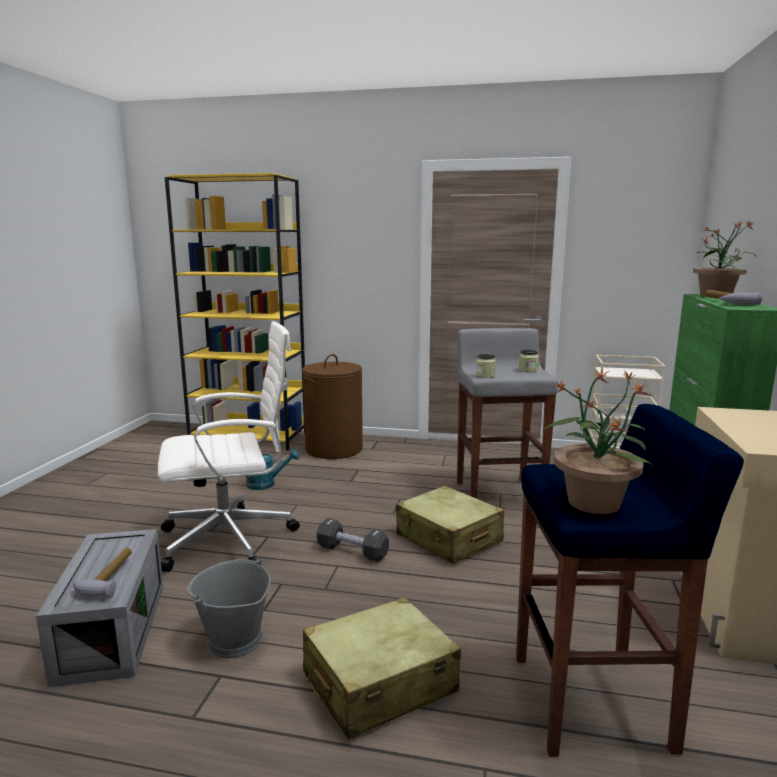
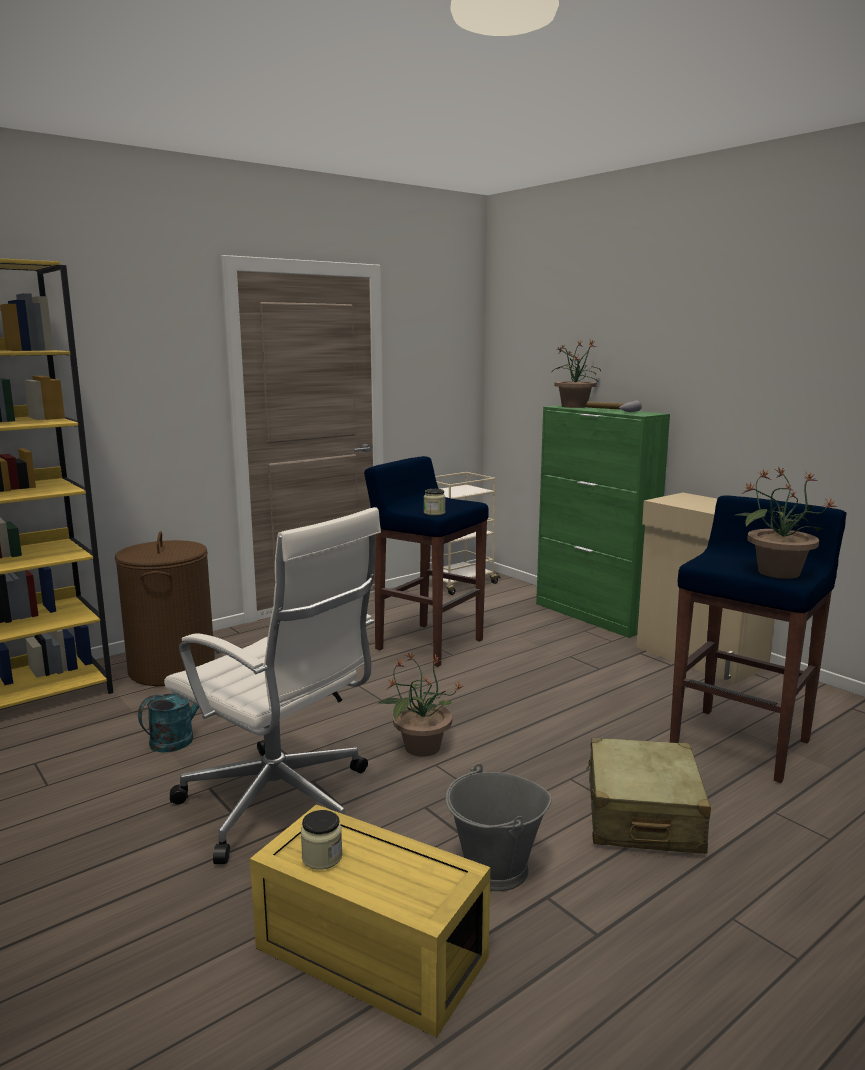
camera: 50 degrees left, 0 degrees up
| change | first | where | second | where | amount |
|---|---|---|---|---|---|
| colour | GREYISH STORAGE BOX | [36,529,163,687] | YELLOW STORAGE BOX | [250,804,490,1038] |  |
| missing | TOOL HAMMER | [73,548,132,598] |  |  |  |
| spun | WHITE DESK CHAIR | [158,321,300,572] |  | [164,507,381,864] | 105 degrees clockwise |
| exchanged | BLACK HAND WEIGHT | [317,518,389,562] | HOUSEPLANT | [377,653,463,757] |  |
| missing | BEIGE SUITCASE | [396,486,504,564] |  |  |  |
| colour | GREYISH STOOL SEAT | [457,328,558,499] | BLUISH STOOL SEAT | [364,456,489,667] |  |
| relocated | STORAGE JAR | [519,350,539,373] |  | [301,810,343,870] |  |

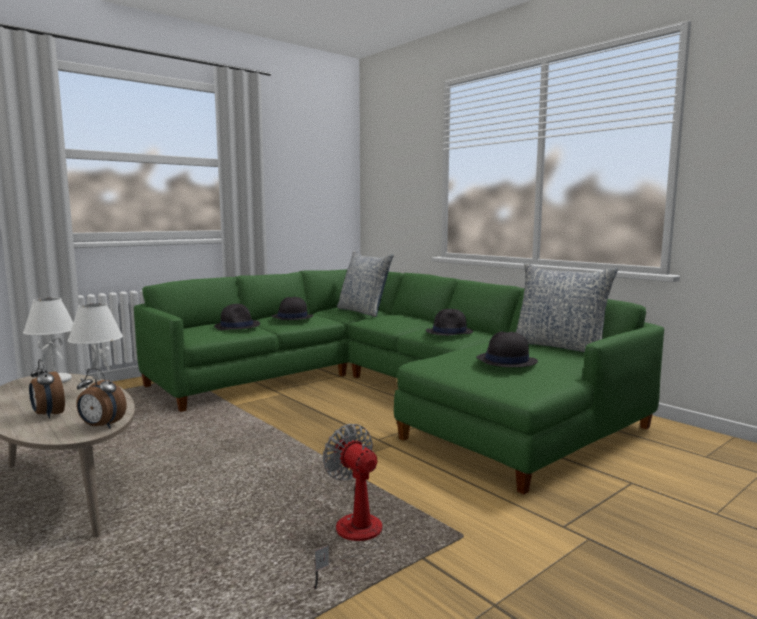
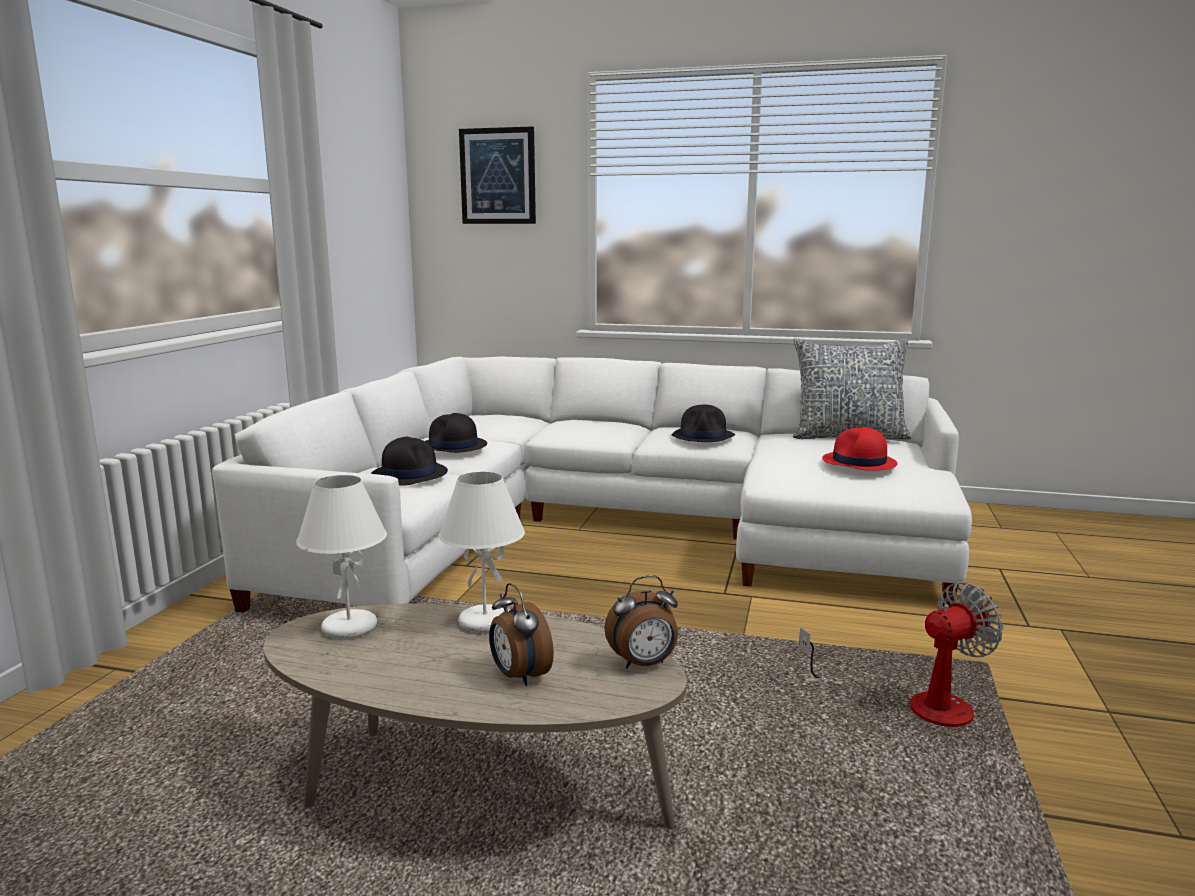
camera: 35 degrees left, 5 degrees up
| change | first | where | second | where | amount |
|---|---|---|---|---|---|
| spun | TABLE CLOCK | [29,359,65,419] |  | [489,583,554,686] | 45 degrees clockwise |
| colour | GREEN-COLOURED SOFA | [134,269,664,495] | WHITE SOFA | [212,356,972,613] |  |
| spun | ELECTRIC FAN | [314,424,382,589] |  | [799,582,1003,727] | 135 degrees clockwise |
| missing | PILLOW | [337,251,394,317] |  |  |  |
| colour | BLACK CLOTHING HAT | [476,331,538,367] | RED-COLOURED CLOTHING HAT | [822,427,898,471] |  |
| appeared |  |  | WALL ART | [459,126,536,224] |  |

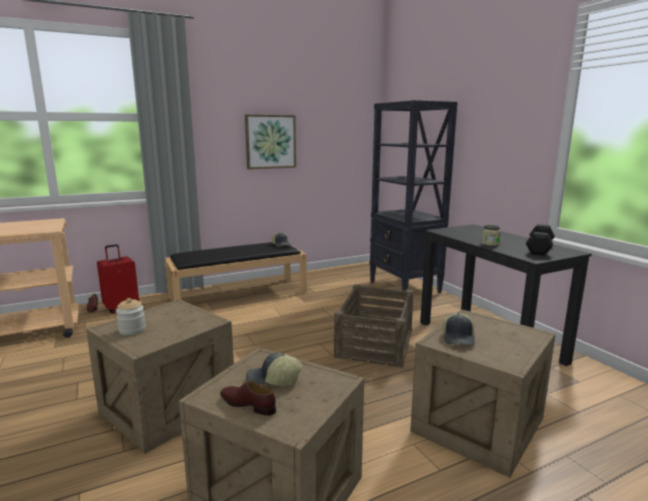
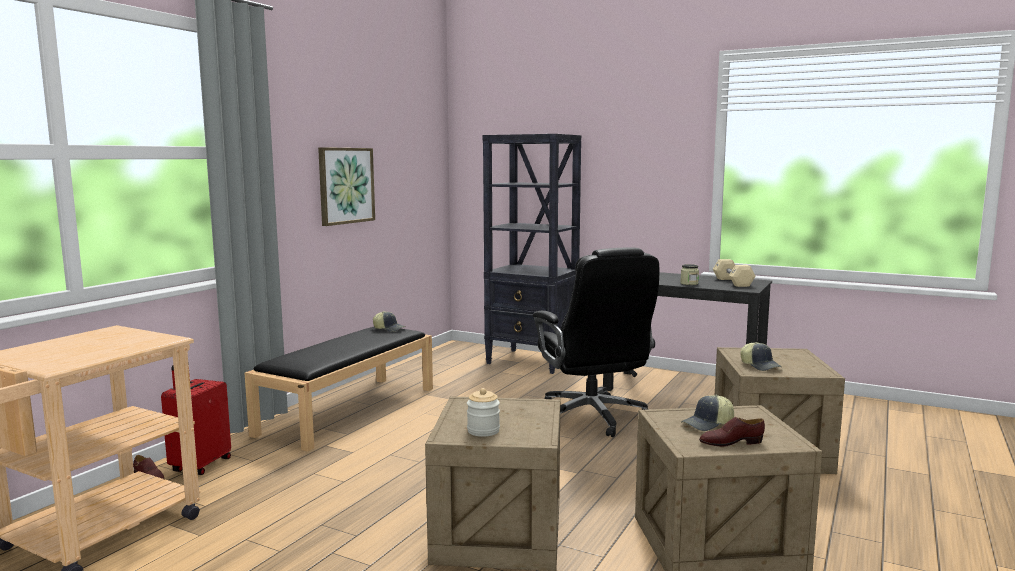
camera: 35 degrees left, 5 degrees down
| change | first | where | second | where | amount |
|---|---|---|---|---|---|
| exchanged | PACKING CRATE | [334,284,414,368] | BLACK DESK CHAIR | [533,247,659,437] |  |
| colour | BLACK HAND WEIGHT | [526,224,555,256] | BEIGE HAND WEIGHT | [713,259,755,287] |  |

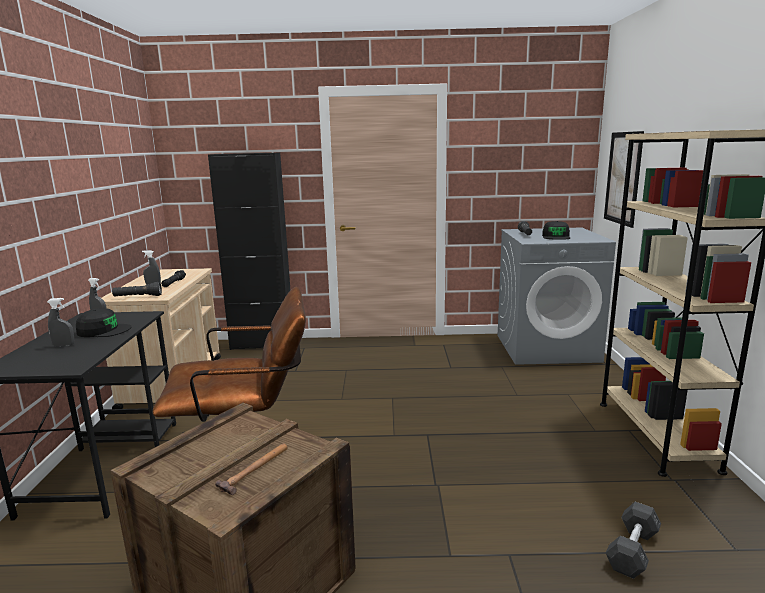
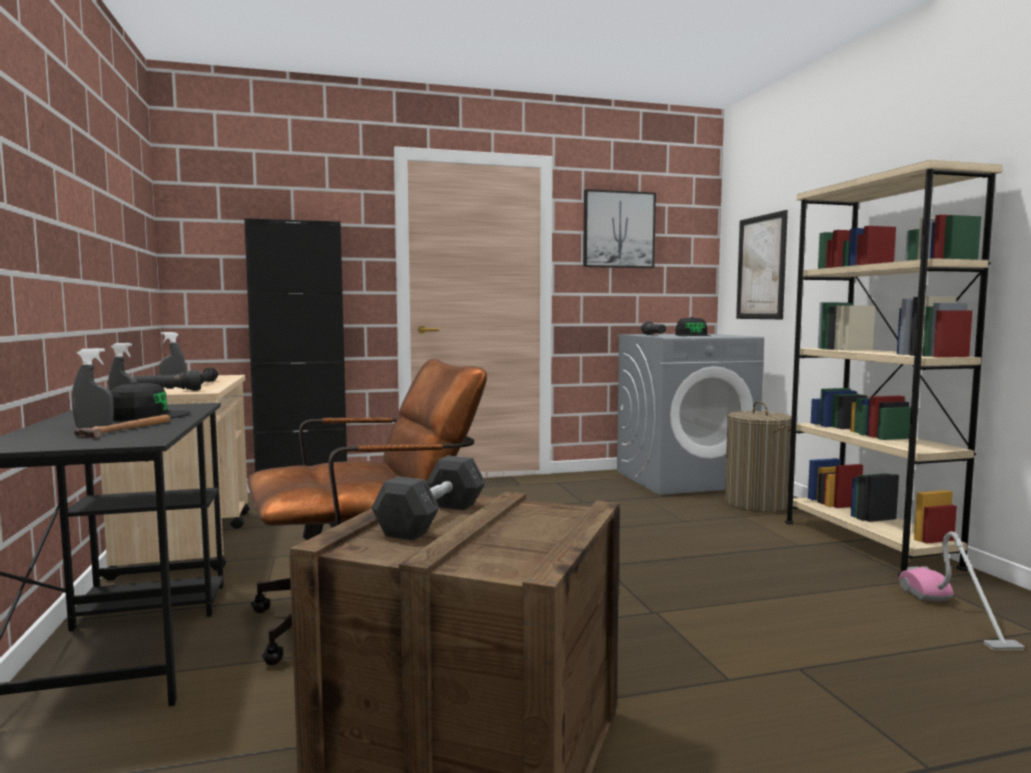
camera: 15 degrees left, 10 degrees down
| change | first | where | second | where | amount |
|---|---|---|---|---|---|
| relocated | TOOL HAMMER | [215,443,288,495] |  | [74,415,170,438] |  |
| relocated | GREYISH HAND WEIGHT | [606,502,661,579] |  | [371,456,486,540] |  |
| appeared |  |  | WALL ART | [583,189,656,268] |  |
| appeared |  |  | WASHING BASKET | [725,401,792,512] |  |
| appeared |  |  | VACUUM CLEANER | [899,531,1025,650] |  |

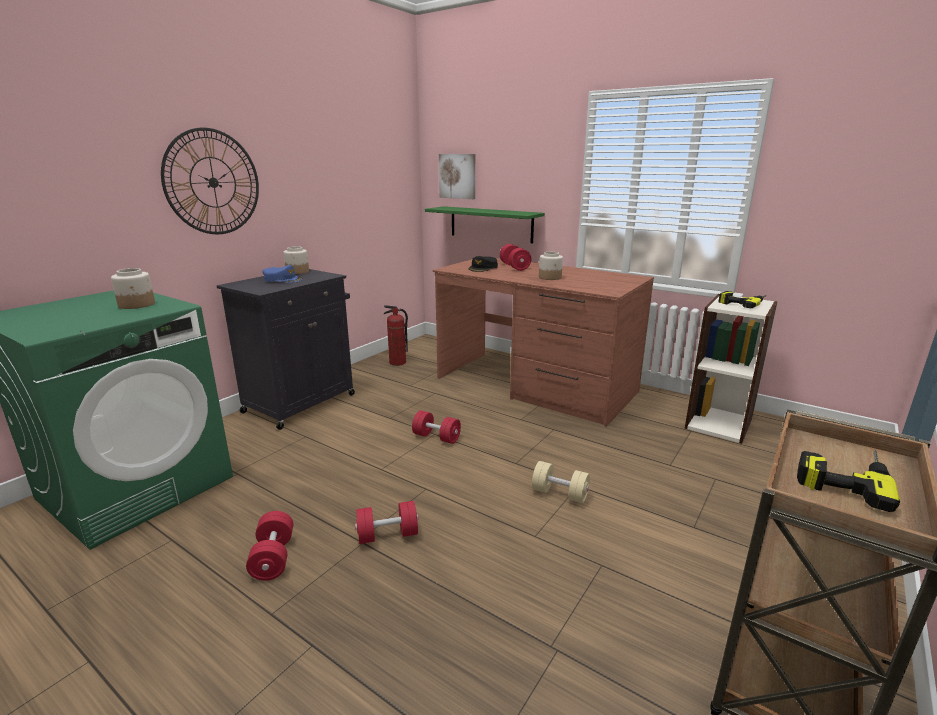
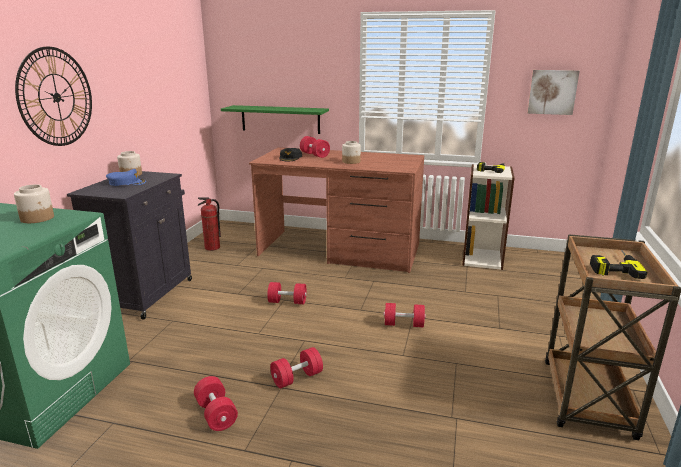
camera: 20 degrees left, 0 degrees up
| change | first | where | second | where | amount |
|---|---|---|---|---|---|
| relocated | WALL ART | [439,154,475,199] |  | [528,70,580,115] |  |
| colour | BEIGE HAND WEIGHT | [532,461,590,503] | RED-COLOURED HAND WEIGHT | [383,303,426,327] |  |

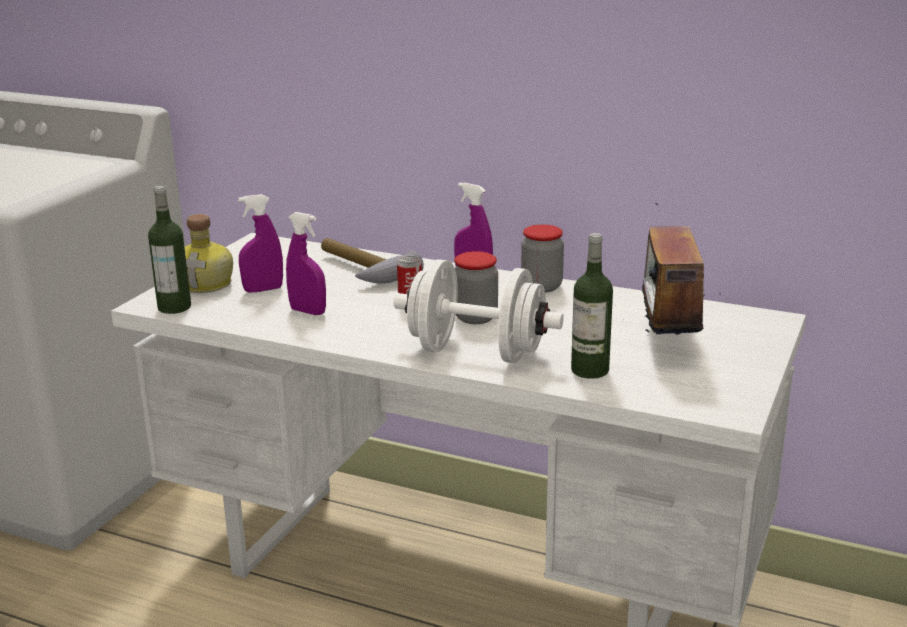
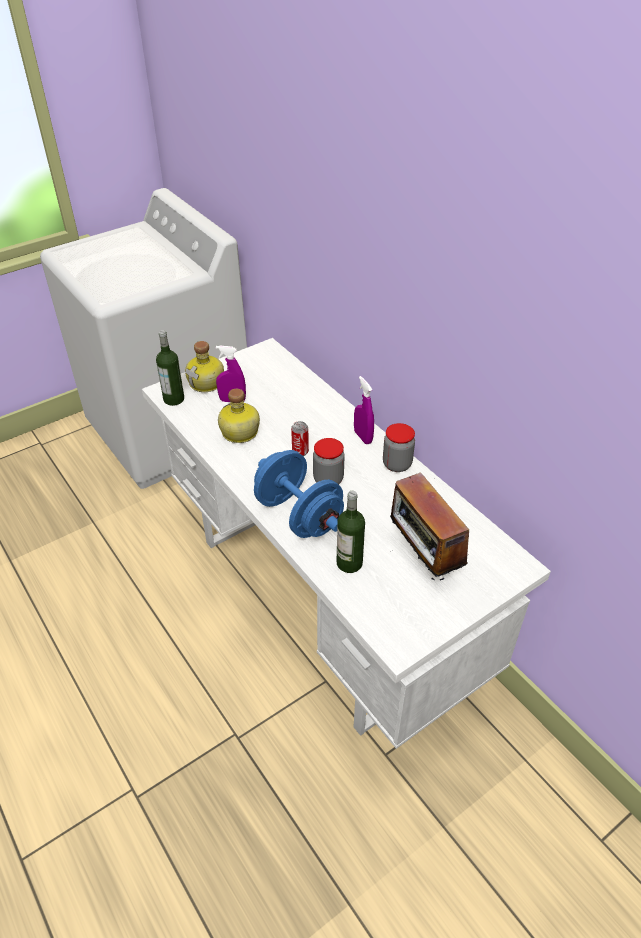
camera: 30 degrees right, 20 degrees up
| change | first | where | second | where | amount |
|---|---|---|---|---|---|
| exchanged | PURPLE HAND SPRAYER | [286,212,326,315] | BEVERAGE BOTTLE | [218,389,260,443] |  |
| missing | TOOL HAMMER | [321,238,424,284] |  |  |  |
| colour | WHITE HAND WEIGHT | [394,259,564,363] | BLUISH HAND WEIGHT | [254,450,344,538] |  |
| spun | RADIO SET | [615,203,721,335] |  | [390,472,469,583] | 60 degrees counterclockwise |

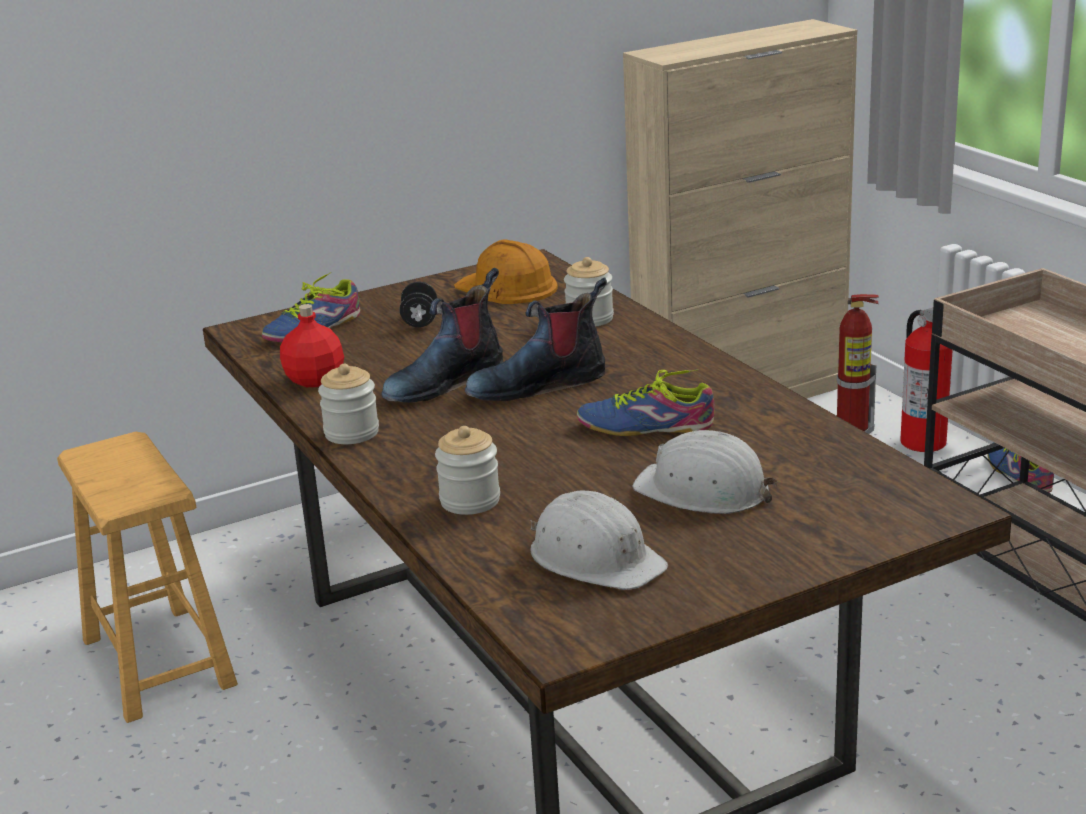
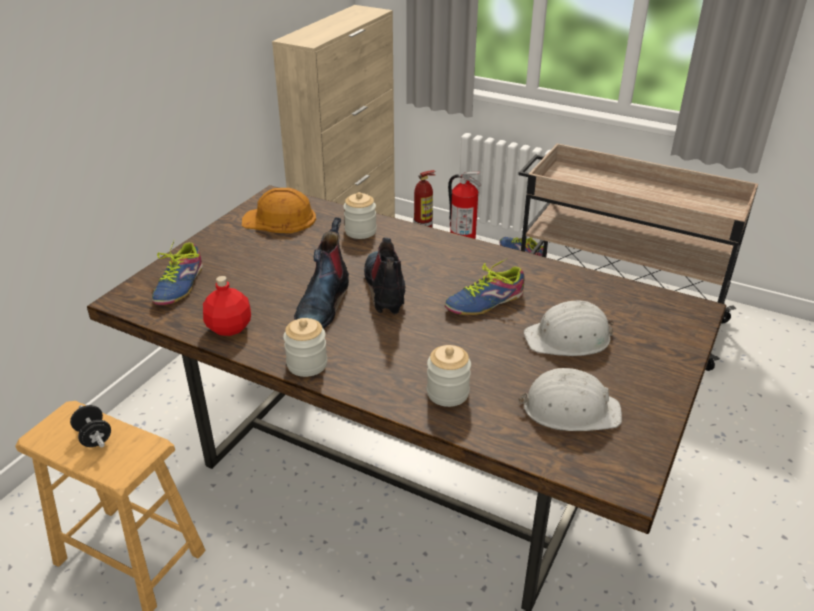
camera: 35 degrees left, 10 degrees up
| change | first | where | second | where | amount |
|---|---|---|---|---|---|
| relocated | BLACK HAND WEIGHT | [400,282,437,327] |  | [70,405,111,447] |  |
| spun | BOOT | [465,277,607,401] |  | [364,237,406,314] | 135 degrees clockwise |

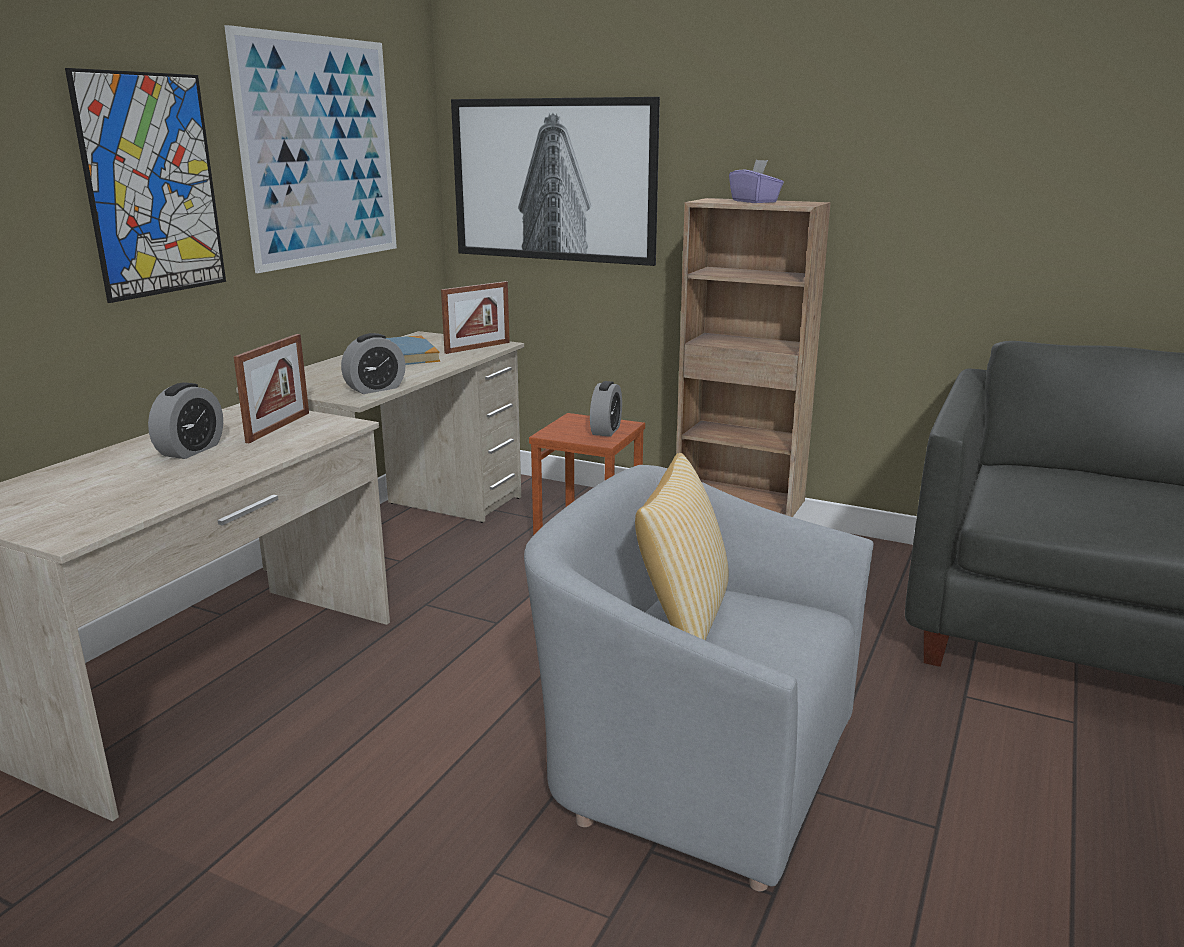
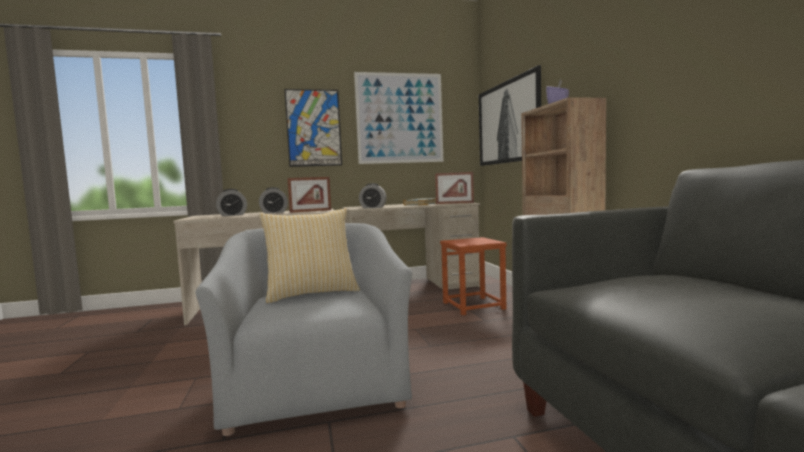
camera: 50 degrees right, 15 degrees down
| change | first | where | second | where | amount |
|---|---|---|---|---|---|
| relocated | TABLE CLOCK | [590,381,622,437] |  | [216,189,247,216] |  |

